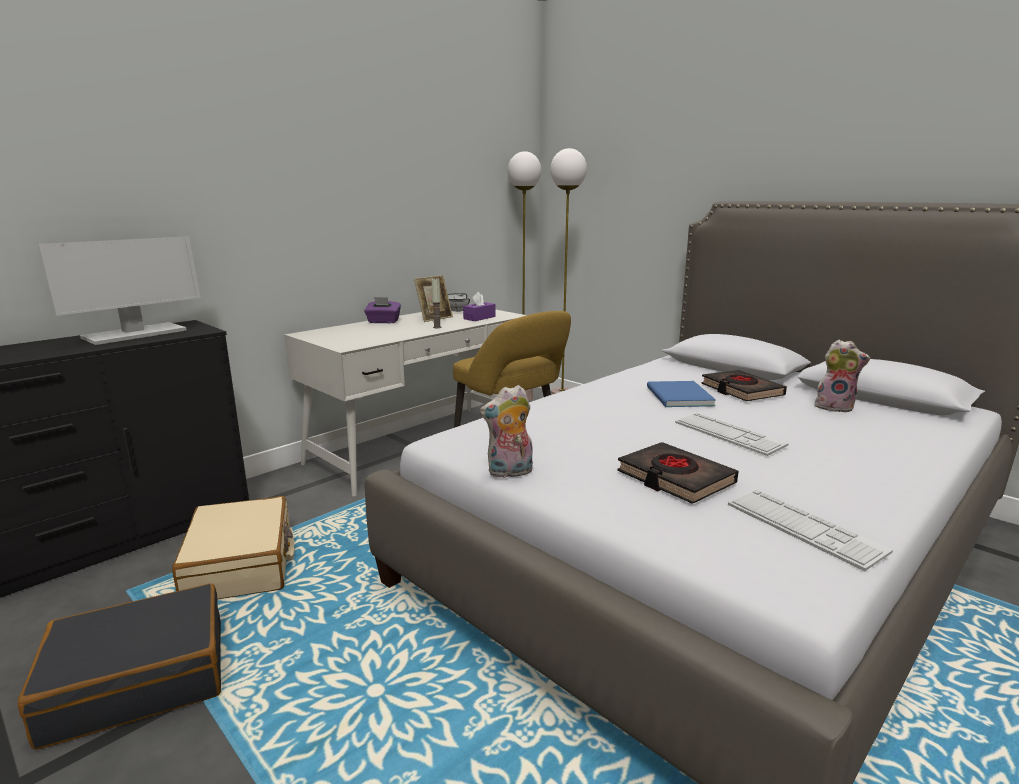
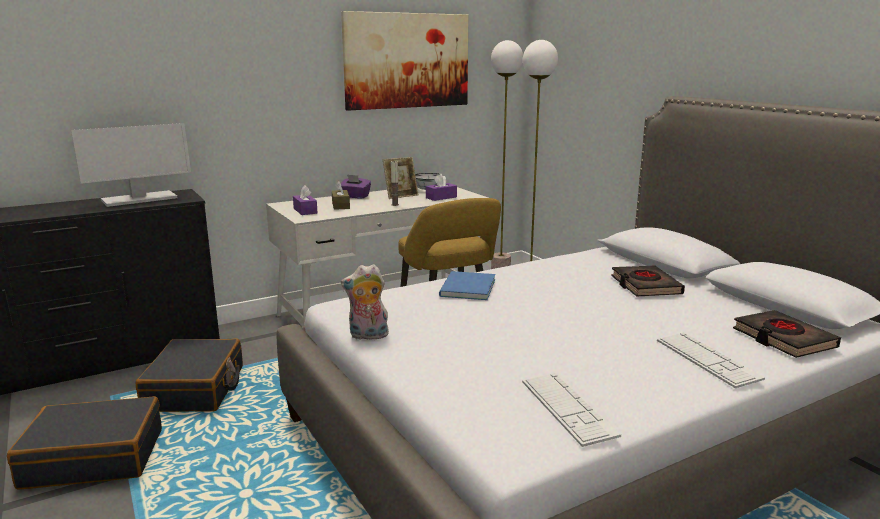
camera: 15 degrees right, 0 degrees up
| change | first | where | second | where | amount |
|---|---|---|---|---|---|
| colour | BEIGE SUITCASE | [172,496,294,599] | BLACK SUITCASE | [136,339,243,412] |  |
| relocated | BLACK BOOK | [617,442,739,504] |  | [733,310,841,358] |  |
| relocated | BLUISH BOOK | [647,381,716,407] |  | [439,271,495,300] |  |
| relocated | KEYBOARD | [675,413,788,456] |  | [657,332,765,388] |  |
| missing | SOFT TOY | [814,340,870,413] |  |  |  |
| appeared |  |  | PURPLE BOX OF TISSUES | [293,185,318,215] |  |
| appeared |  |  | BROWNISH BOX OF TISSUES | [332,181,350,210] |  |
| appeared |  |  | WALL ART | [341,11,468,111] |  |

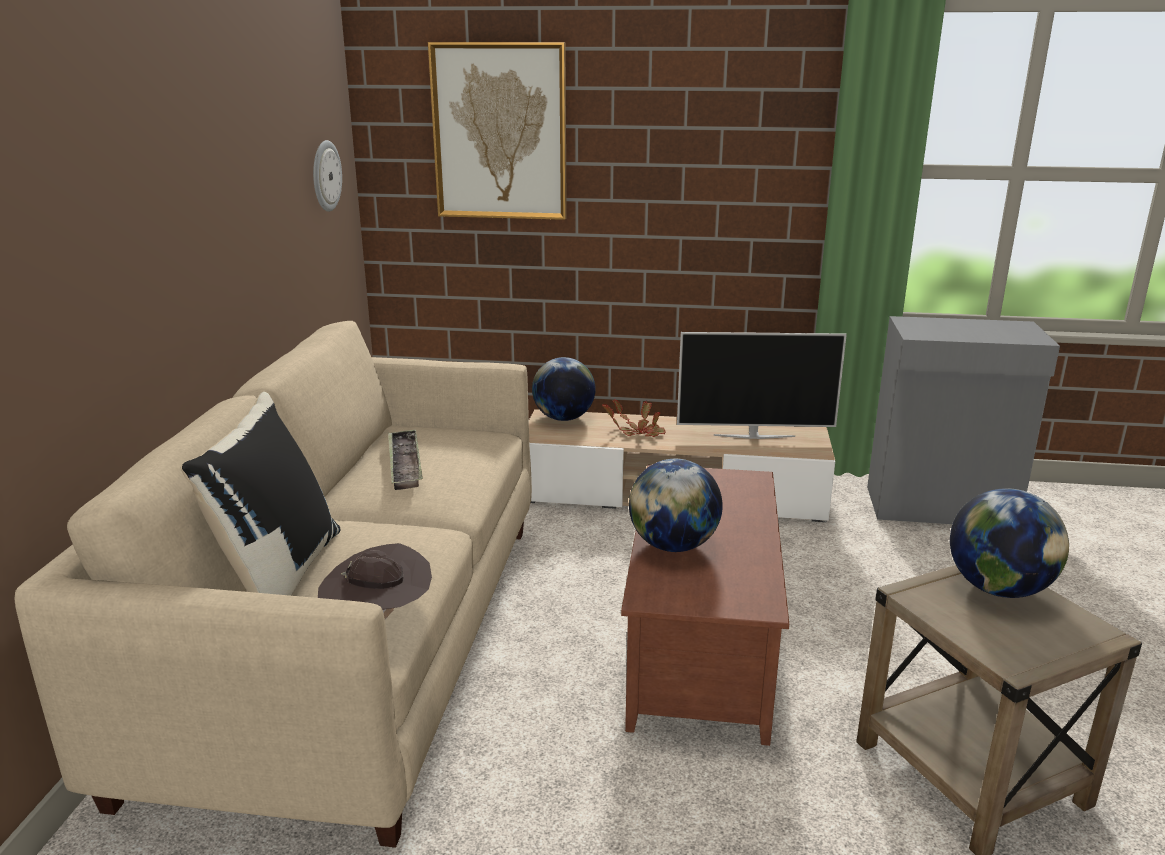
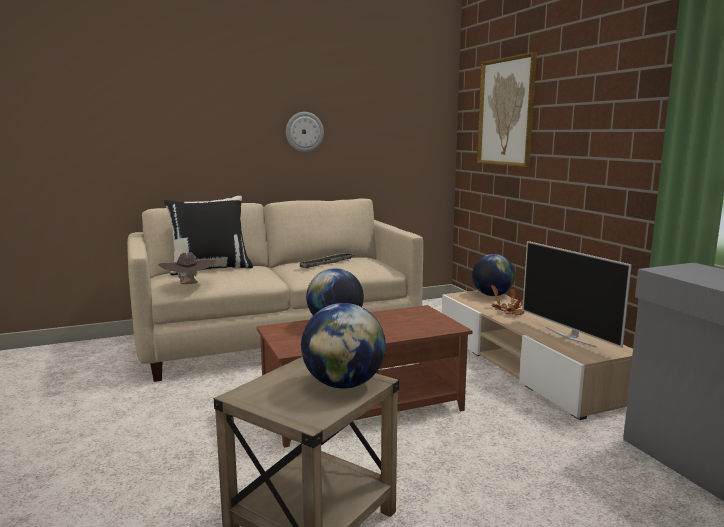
camera: 60 degrees right, 10 degrees down
| change | first | where | second | where | amount |
|---|---|---|---|---|---|
| relocated | HANGING CLOCK | [313,140,342,212] |  | [286,112,324,152] |  |

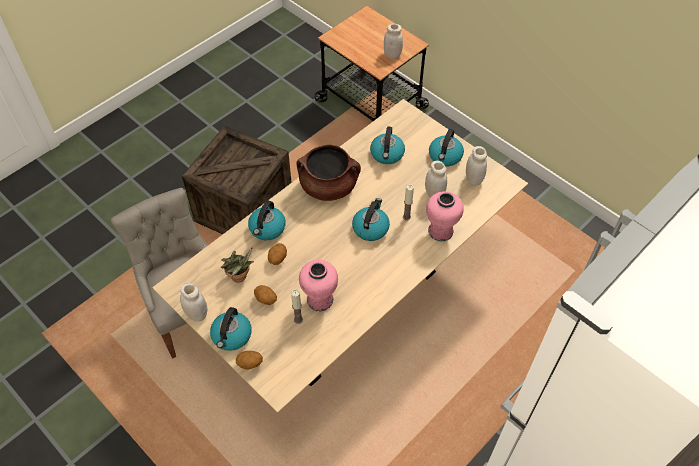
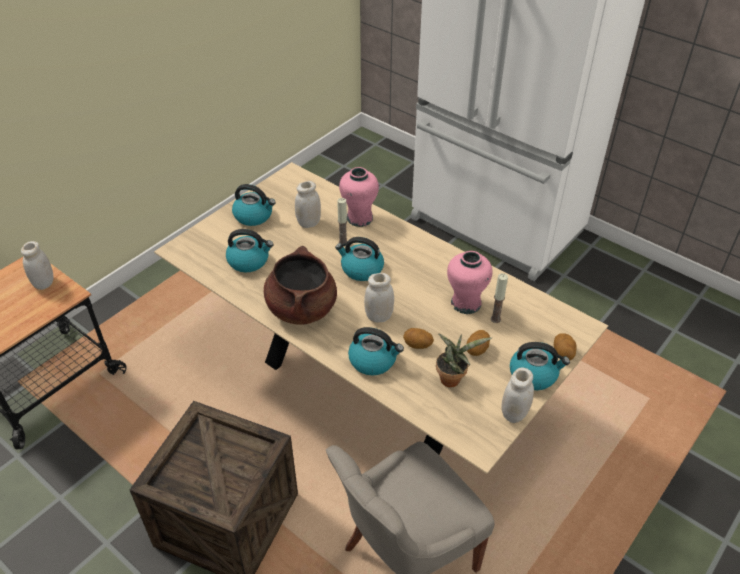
camera: 95 degrees left, 10 degrees down
| change | first | where | second | where | amount |
|---|---|---|---|---|---|
| relocated | WHITE STORAGE JAR | [466,146,487,186] |  | [364,273,394,322] |  |

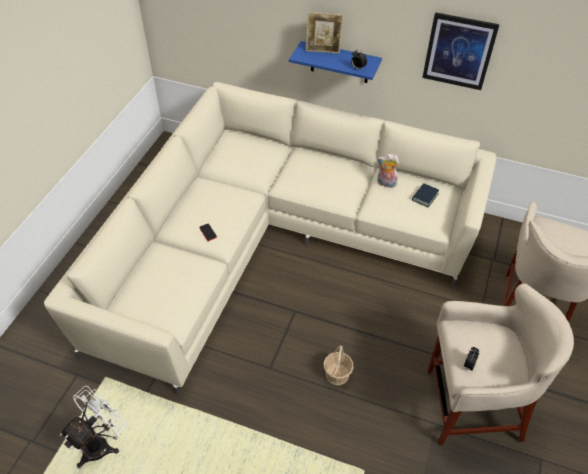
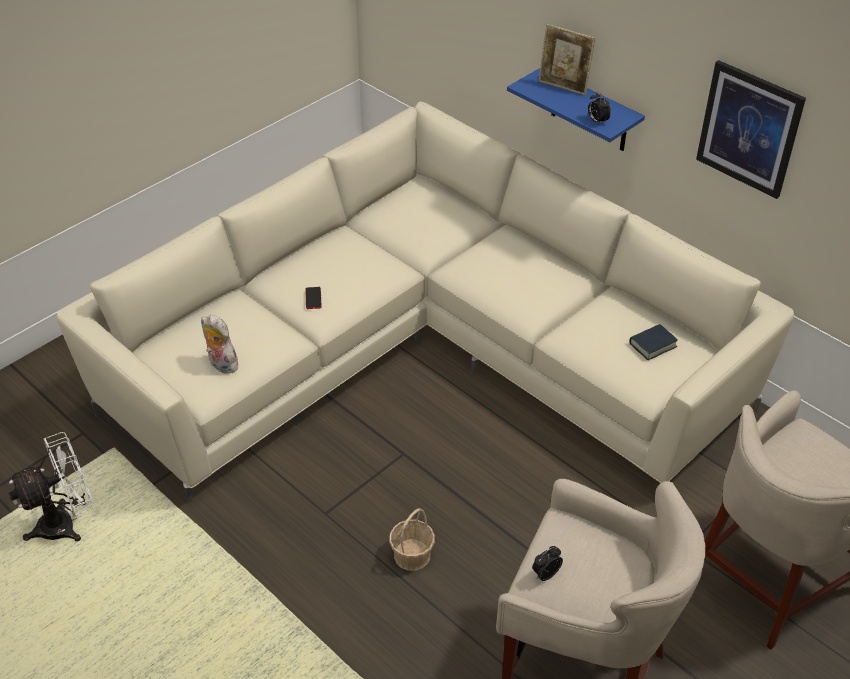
camera: 25 degrees right, 5 degrees down
| change | first | where | second | where | amount |
|---|---|---|---|---|---|
| relocated | SOFT TOY | [377,154,399,188] |  | [201,315,238,374] |  |

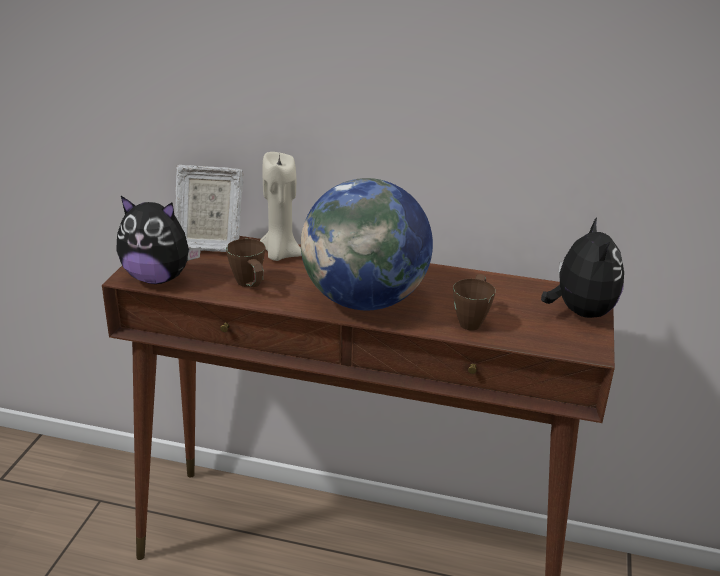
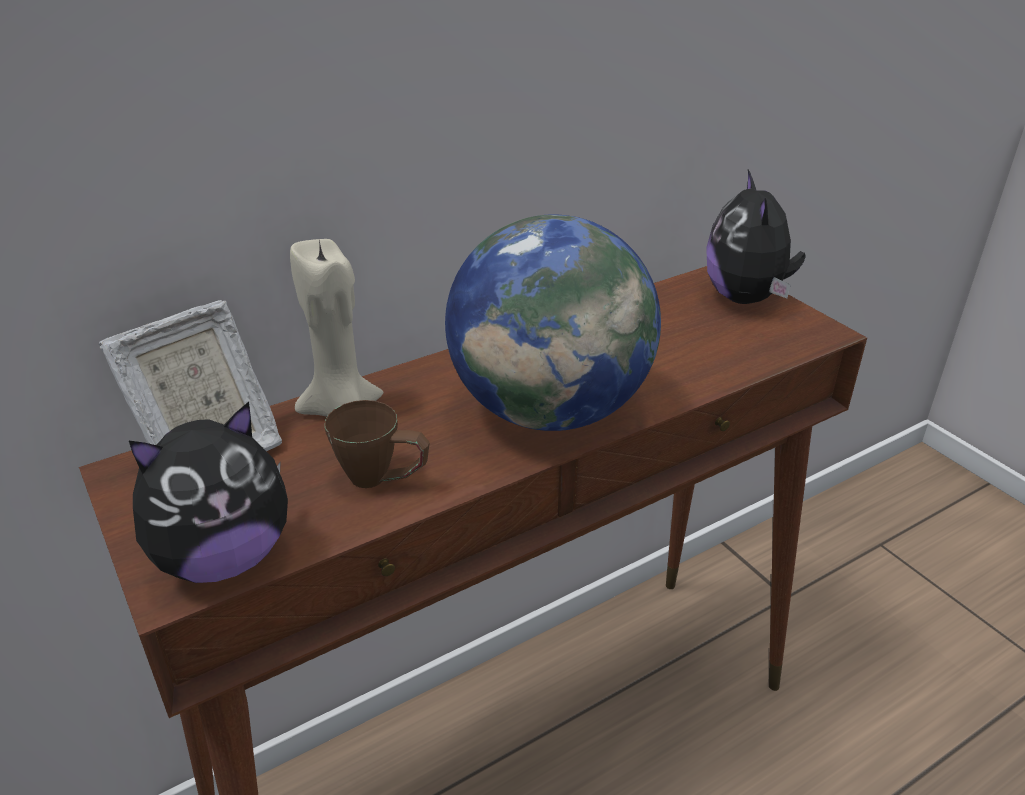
camera: 45 degrees left, 5 degrees up
| change | first | where | second | where | amount |
|---|---|---|---|---|---|
| missing | BROWNISH COFFEE MUG | [453,274,495,331] |  |  |  |
| spun | SOFT TOY | [541,217,624,318] |  | [706,170,806,304] | 135 degrees counterclockwise |

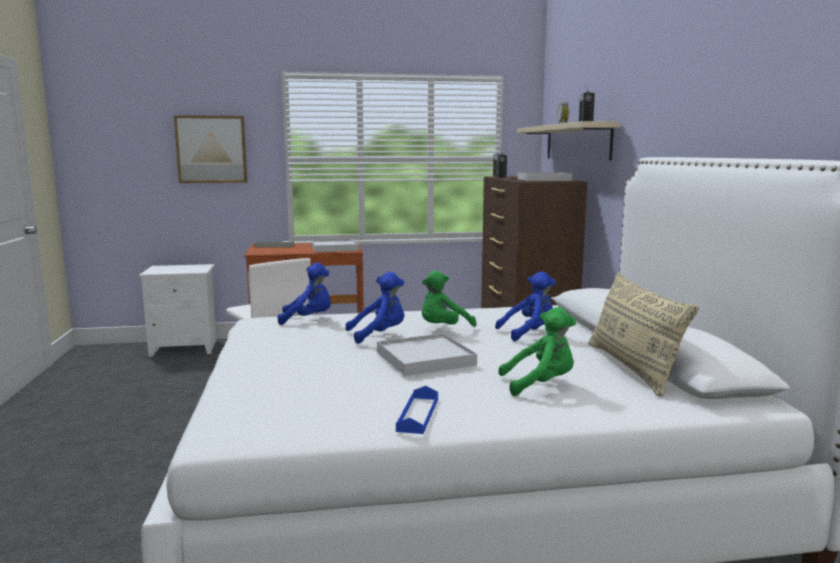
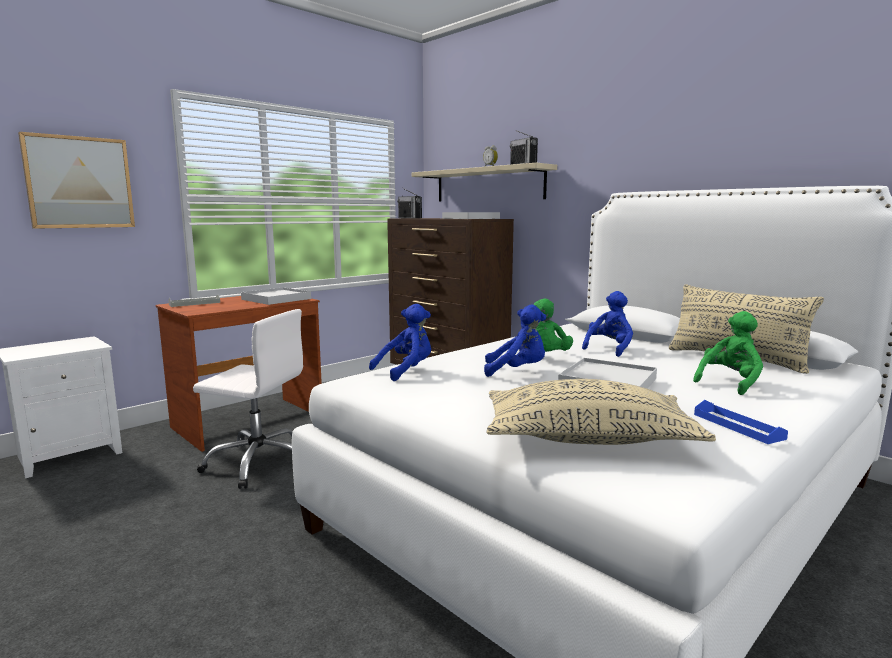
camera: 35 degrees left, 0 degrees up
| change | first | where | second | where | amount |
|---|---|---|---|---|---|
| spun | BLUISH SOFT TOY | [346,272,405,344] |  | [484,304,546,377] | 60 degrees clockwise |
| appeared |  |  | BEIGE PILLOW | [486,379,716,445] |  |

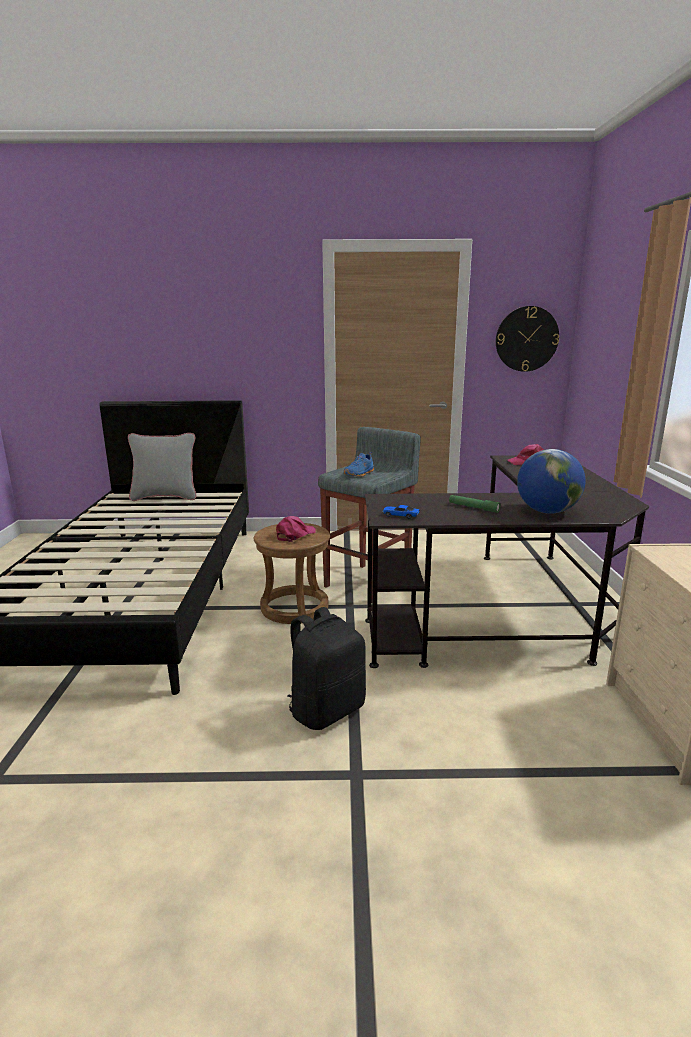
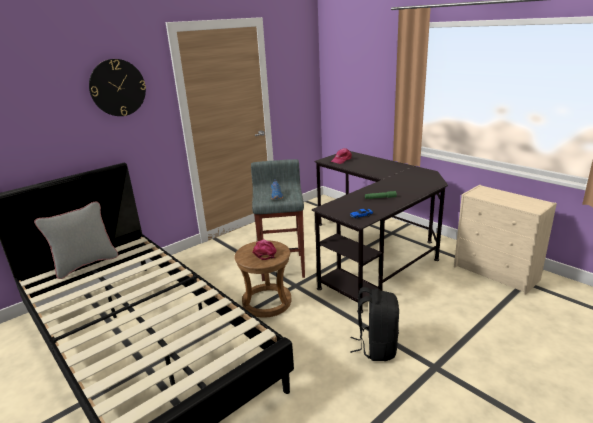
camera: 40 degrees left, 5 degrees up
| change | first | where | second | where | amount |
|---|---|---|---|---|---|
| relocated | HANGING CLOCK | [496,306,559,372] |  | [89,59,146,116] |  |
| missing | GLOBE | [517,449,585,514] |  |  |  |

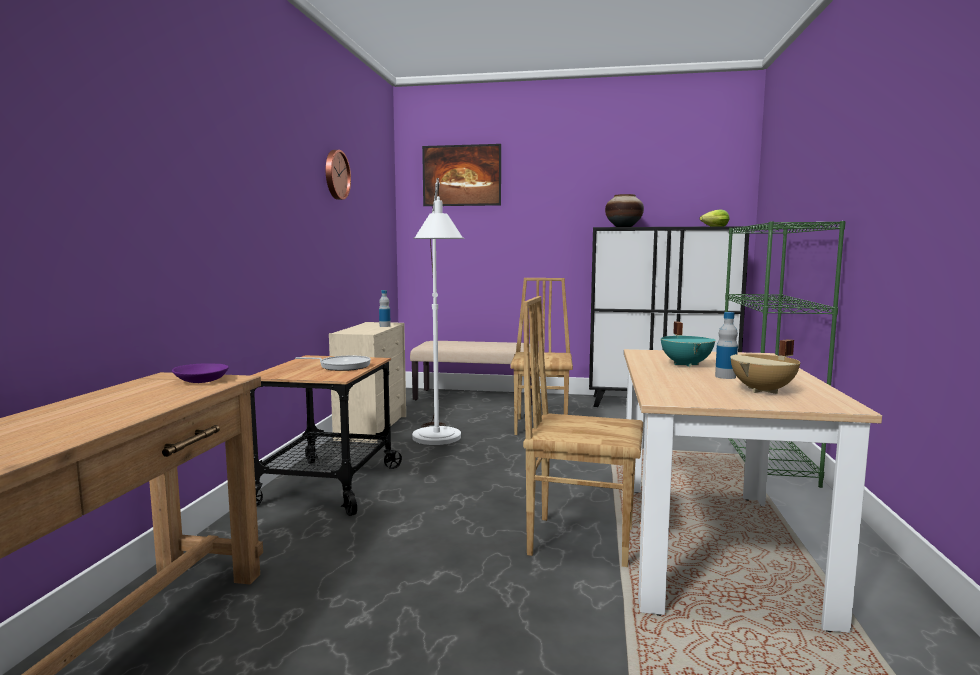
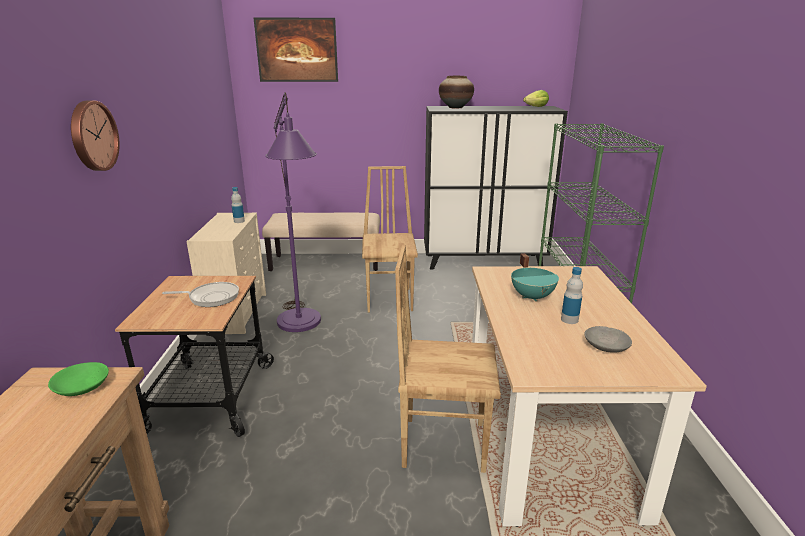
camera: 10 degrees left, 15 degrees up
| change | first | where | second | where | amount |
|---|---|---|---|---|---|
| colour | PURPLE SERVING BOWL | [172,364,229,383] | GREEN-COLOURED SERVING BOWL | [48,362,109,396] |  |
| relocated | HANGING CLOCK | [326,150,351,200] |  | [71,101,120,171] |  |
| colour | WHITE FLOOR LAMP | [412,178,464,445] | PURPLE FLOOR LAMP | [265,92,321,332] |  |
| exchanged | BEIGE SAUCEPOT | [730,339,800,394] | GREYISH SERVING BOWL | [585,326,632,353] |  |

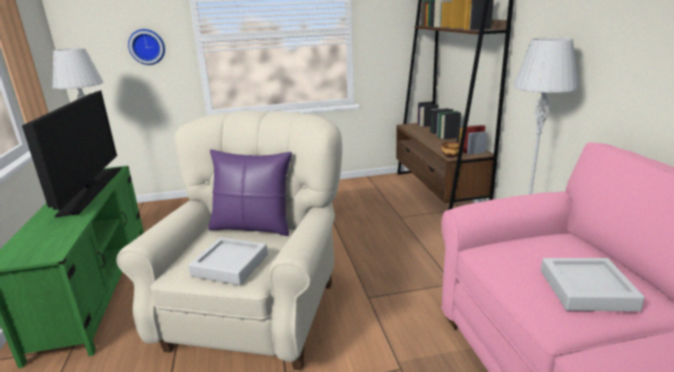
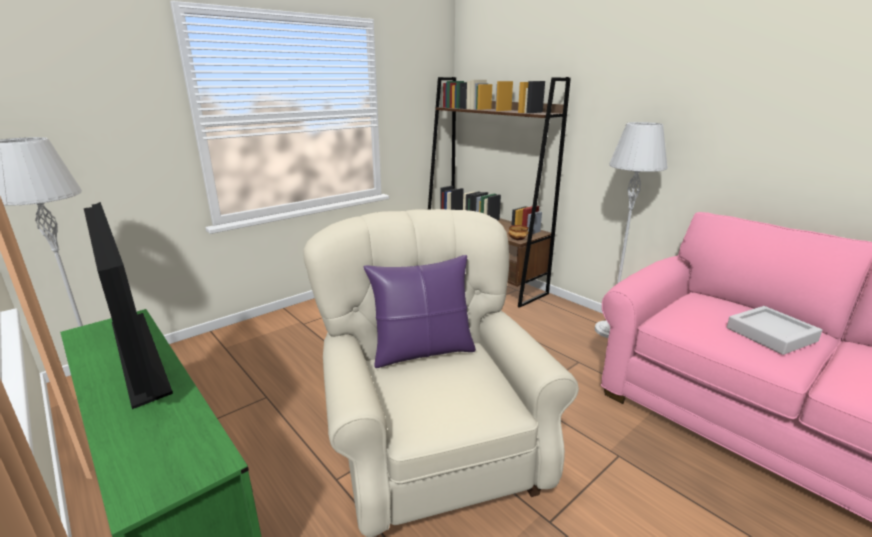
camera: 30 degrees left, 0 degrees up
| change | first | where | second | where | amount |
|---|---|---|---|---|---|
| missing | HANGING CLOCK | [128,29,165,65] |  |  |  |
| missing | GREYISH TRAY | [188,237,268,285] |  |  |  |

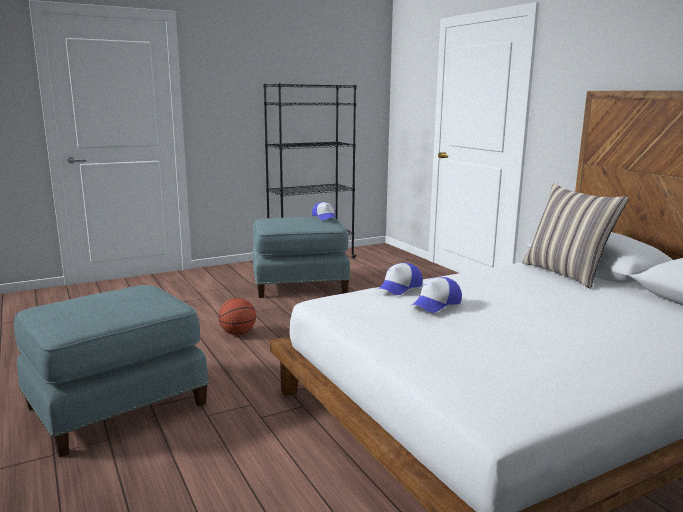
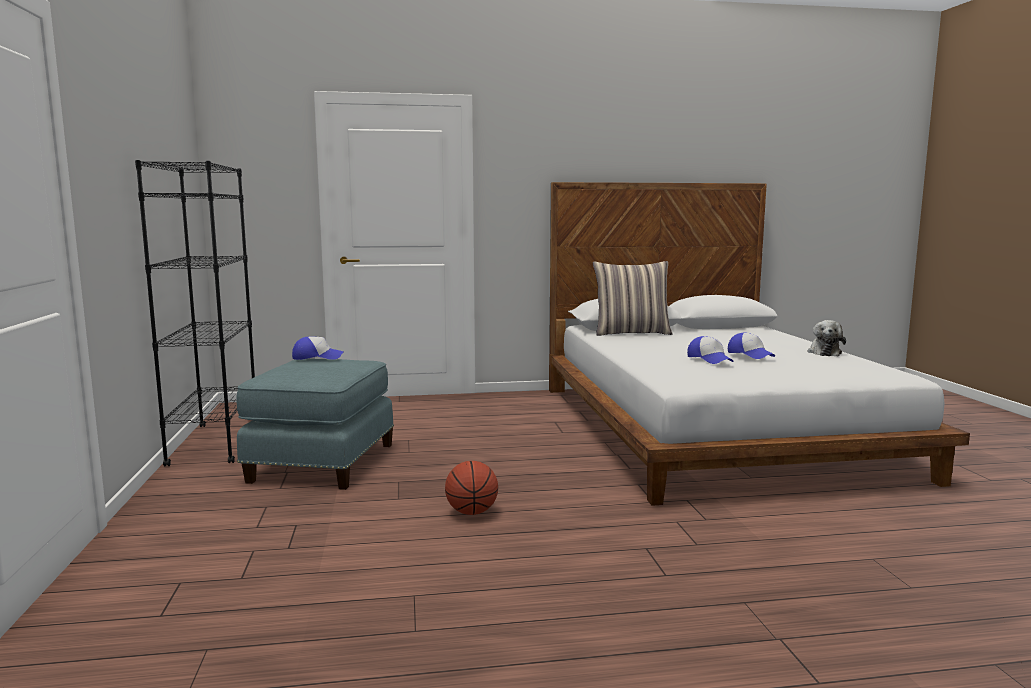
camera: 70 degrees left, 5 degrees down
| change | first | where | second | where | amount |
|---|---|---|---|---|---|
| missing | BLUISH FOOTREST | [14,285,209,457] |  |  |  |
| relocated | BASEBALL CAP | [378,263,423,295] |  | [728,333,775,359] |  |
| appeared |  |  | SOFT TOY | [807,320,846,357] |  |

